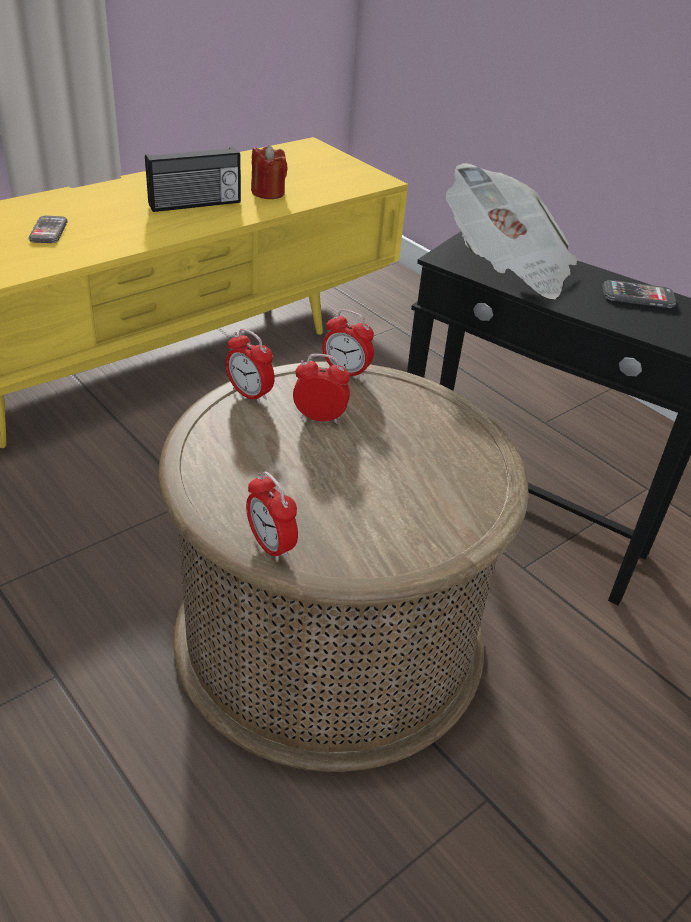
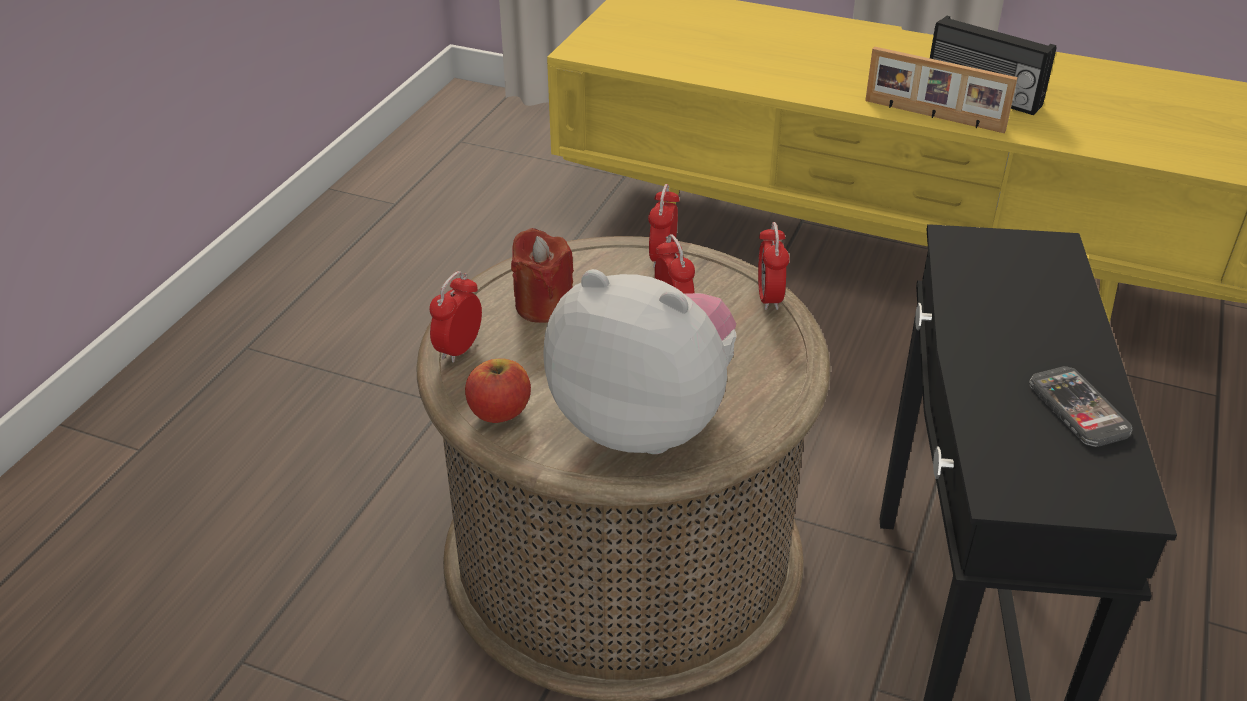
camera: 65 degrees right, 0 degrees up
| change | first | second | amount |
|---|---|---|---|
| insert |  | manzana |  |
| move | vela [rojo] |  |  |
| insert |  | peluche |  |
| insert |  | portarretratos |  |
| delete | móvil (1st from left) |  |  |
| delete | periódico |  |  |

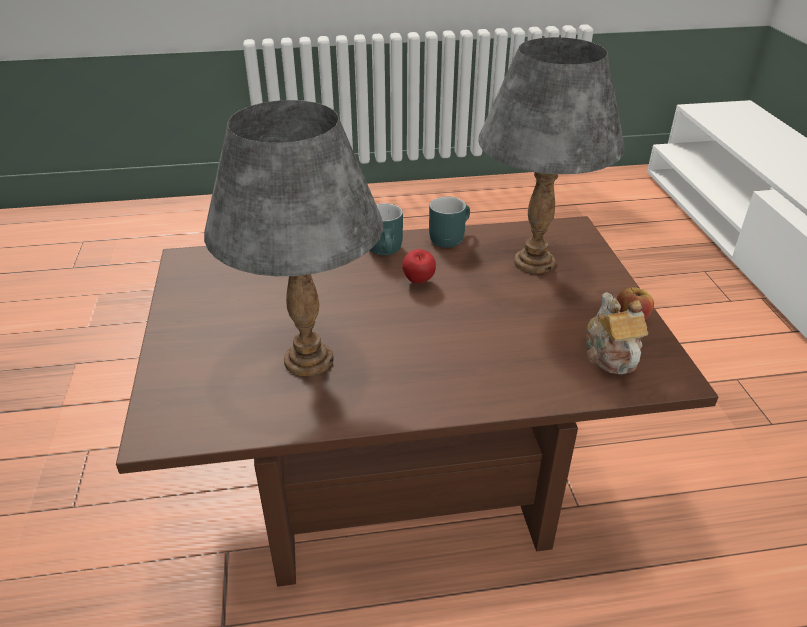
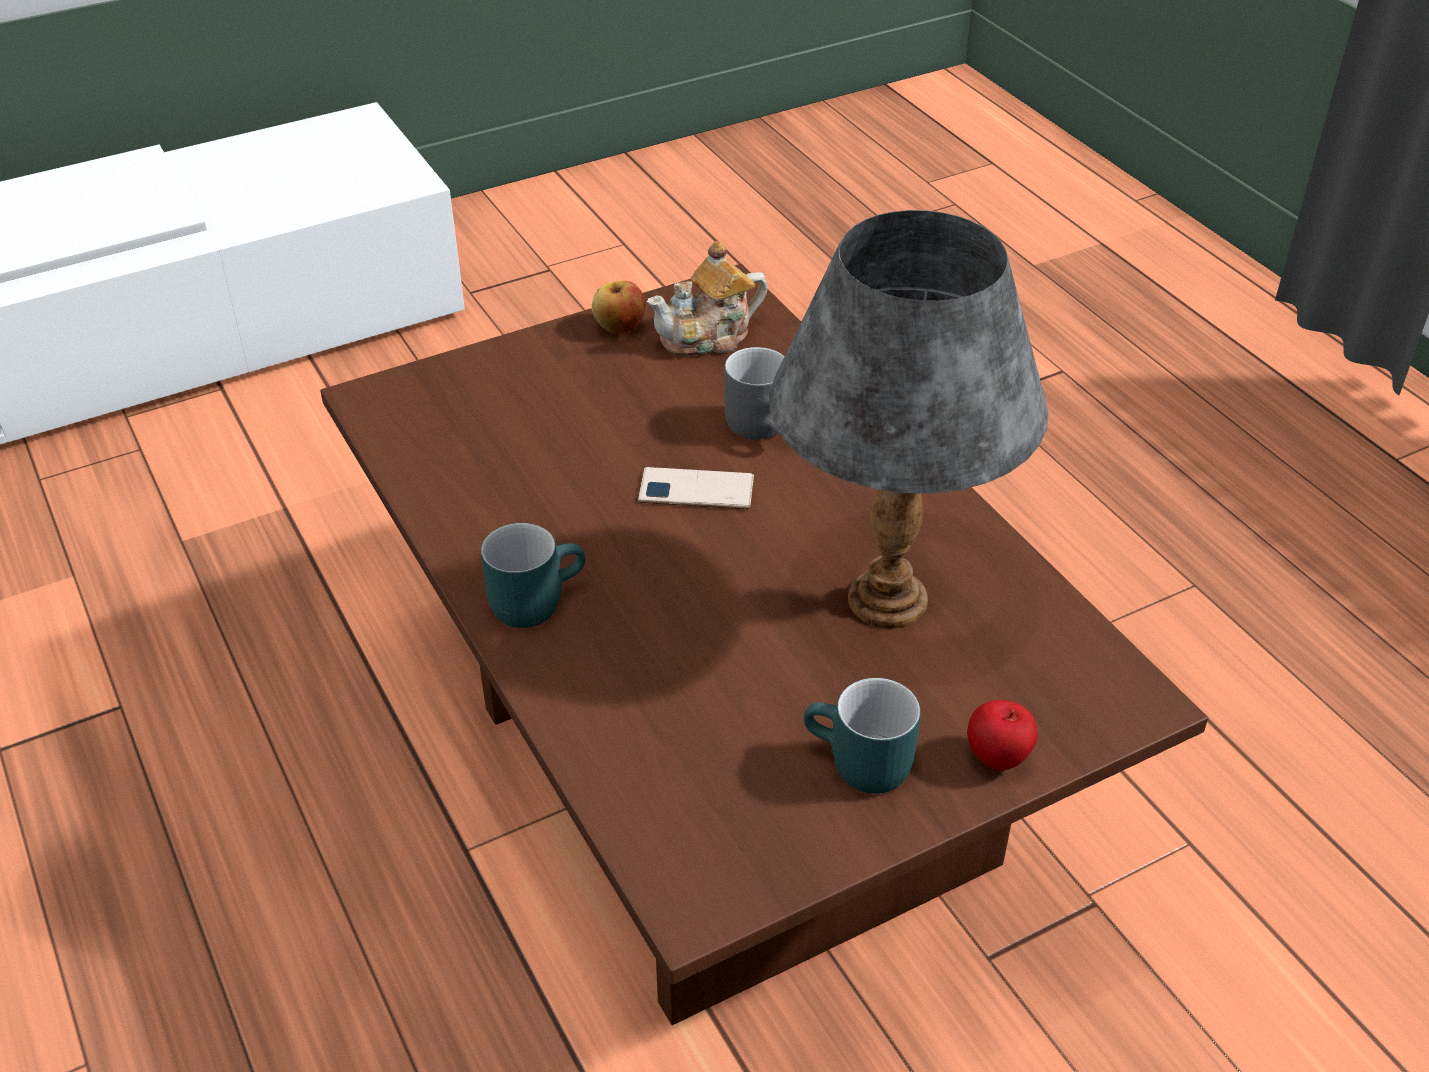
camera: 110 degrees left, 5 degrees up
| change | first | second | amount |
|---|---|---|---|
| insert |  | móvil |  |
| insert |  | taza grande [gris] |  |
| move | taza grande [turquesa] (2nd from left) |  |  |
| move | manzana (1st from left in the first image) | manzana (2nd from left) |  |
| delete | lámpara de mesa [gris] (2nd from left) |  |  |

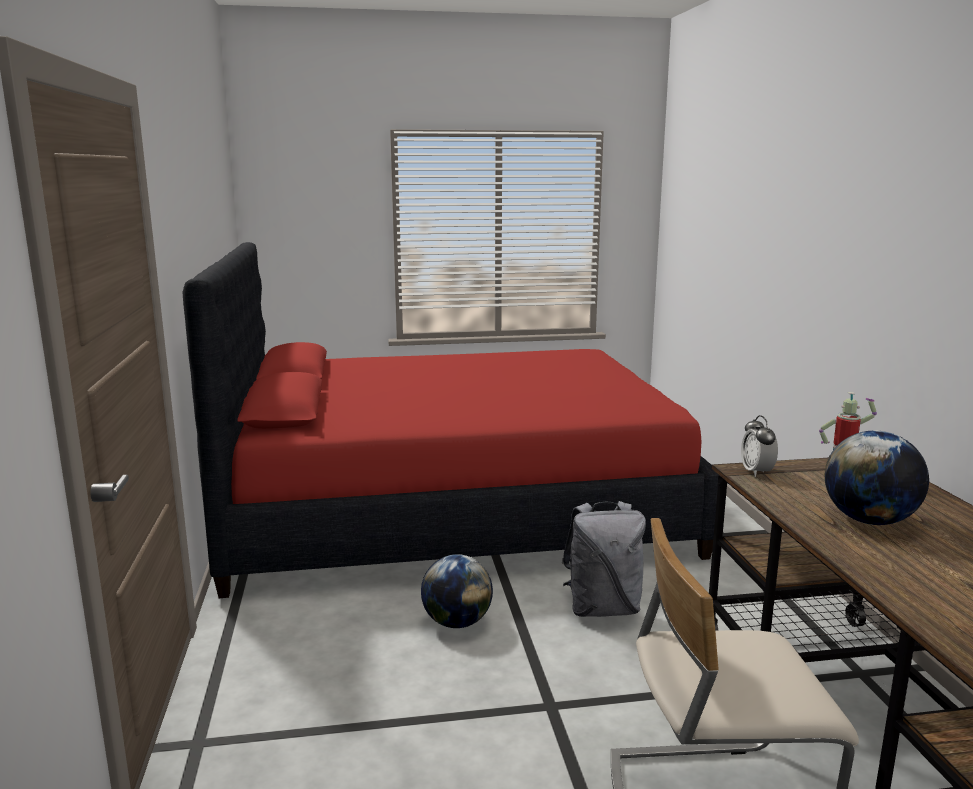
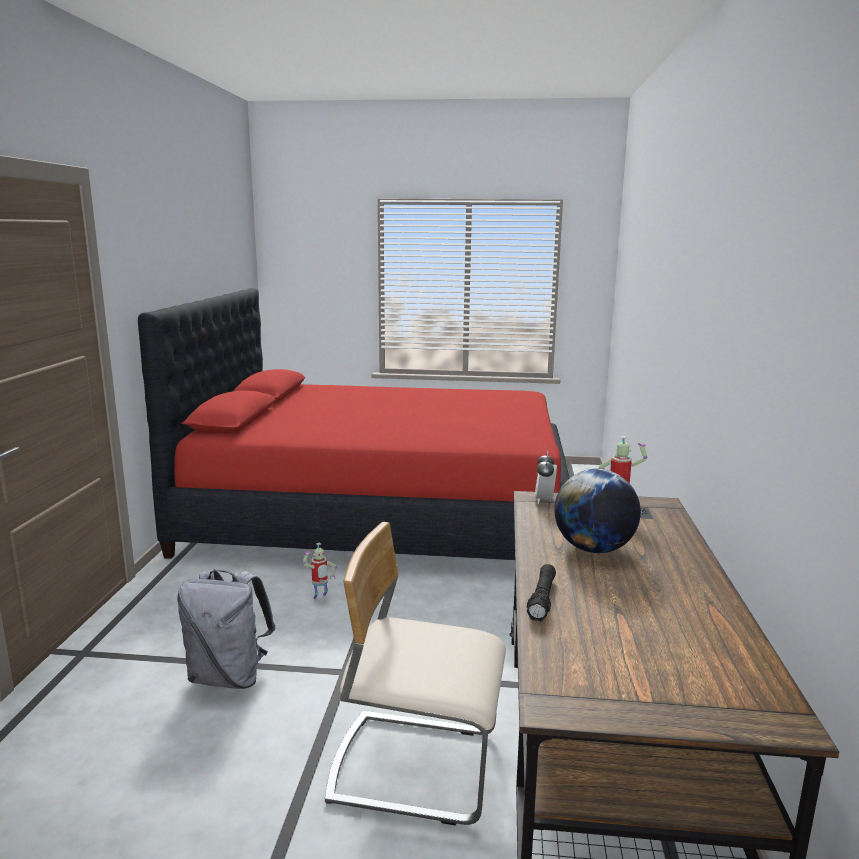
camera: 15 degrees right, 0 degrees up
| change | first | second | amount |
|---|---|---|---|
| move | mochila [gris] |  |  |
| replace | globo terráqueo (1st from left) | robot de juguete (1st from left) |  |
| insert |  | linterna [negro] |  |

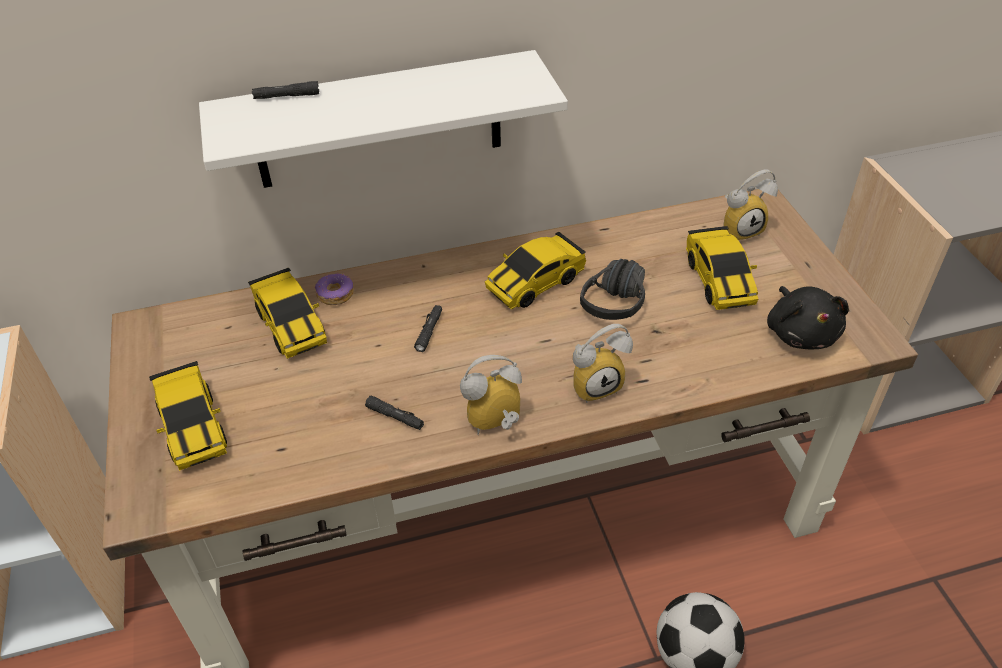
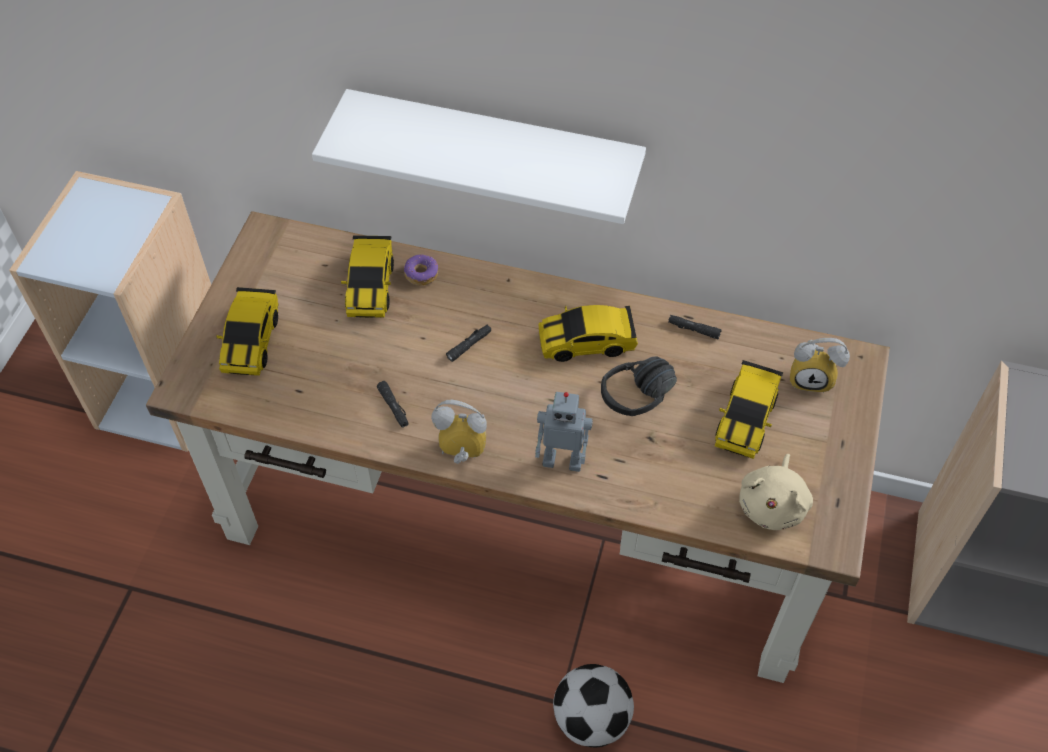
camera: 30 degrees right, 10 degrees up
| change | first | second | amount |
|---|---|---|---|
| replace | despertador (2nd from left) | robot de juguete |  |
| move | linterna [negro] (1st from left in the first image) | linterna [negro] (3rd from left) |  |
| recolor | peluche [negro] | peluche [beis] |  |

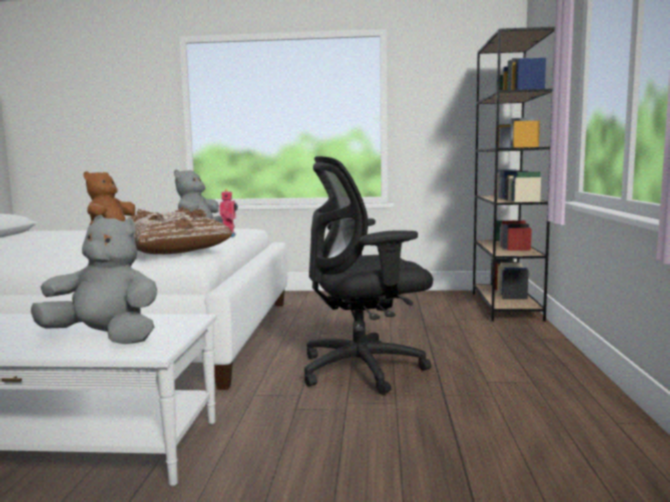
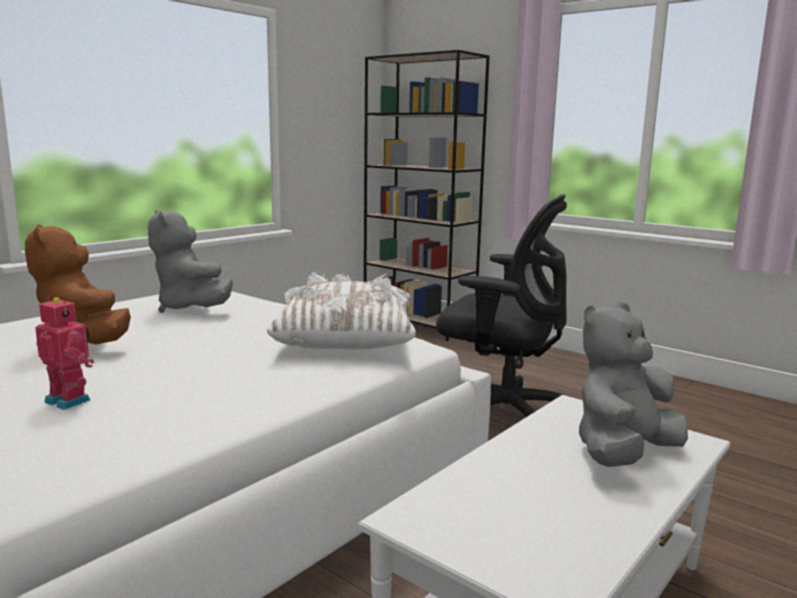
camera: 55 degrees left, 5 degrees up
| change | first | second | amount |
|---|---|---|---|
| move | robot de juguete |  |  |
| recolor | cojín [marrón] | cojín [blanco] |  |
| rotate | silla de oficina [negro] |  | 90 degrees counterclockwise |

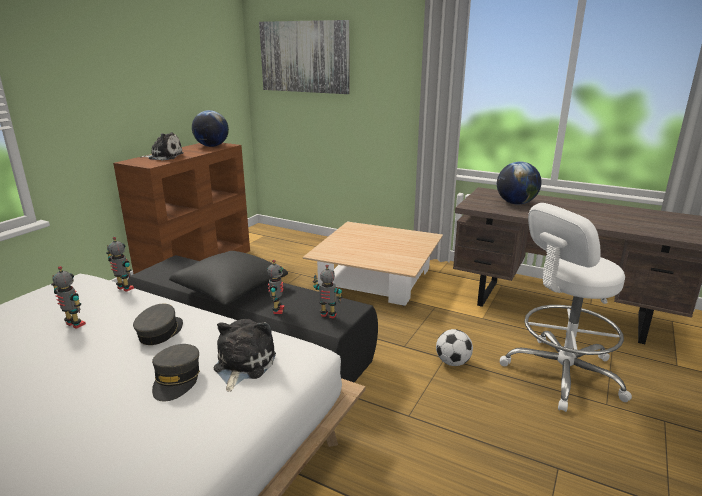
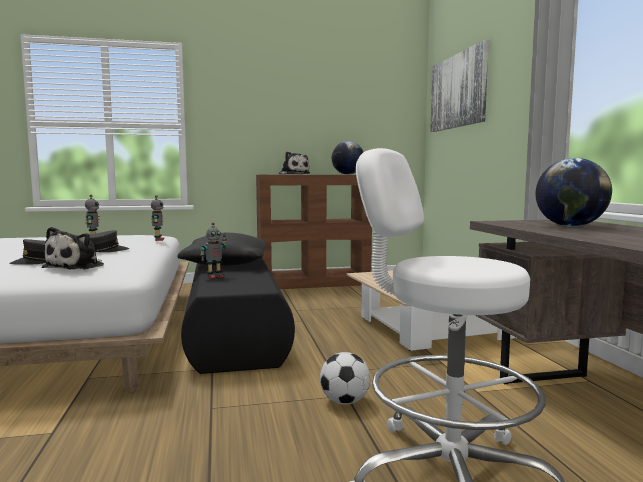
camera: 50 degrees right, 15 degrees down
| change | first | second | amount |
|---|---|---|---|
| rotate | peluche (2nd from left in the first image) | peluche (1st from left) | 135 degrees clockwise |
| delete | robot de juguete (4th from left) |  |  |

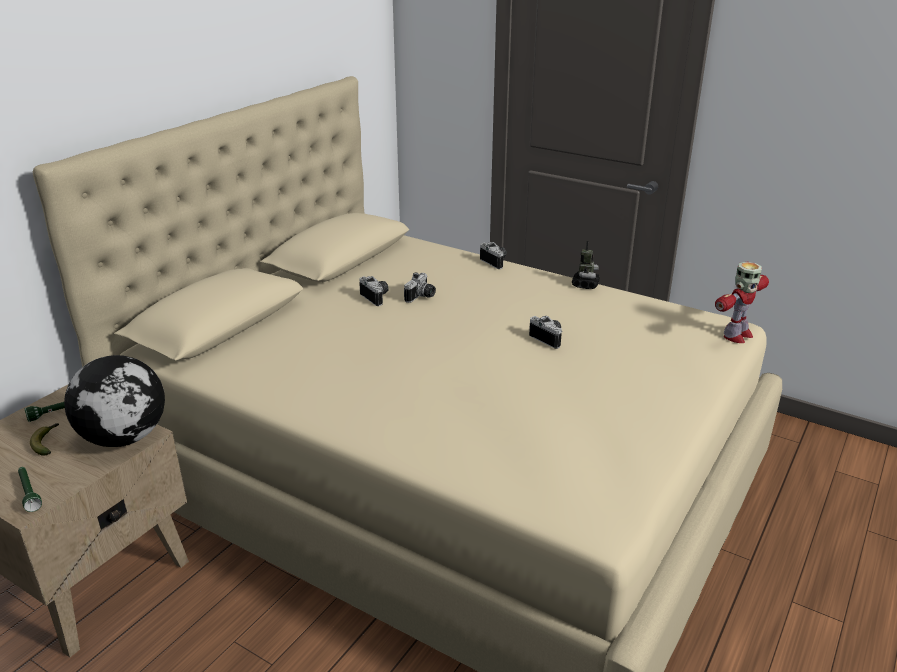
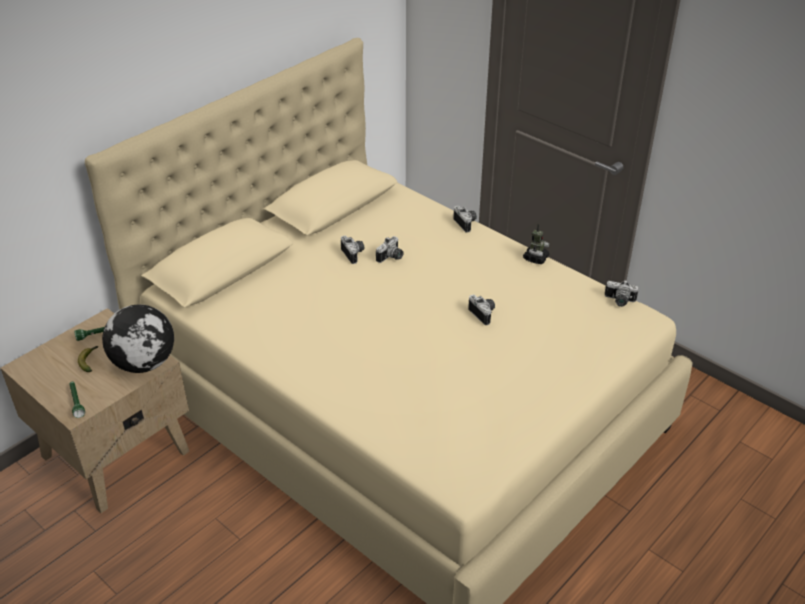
camera: 10 degrees right, 10 degrees up
| change | first | second | amount |
|---|---|---|---|
| insert |  | cámara (5th from left) |  |
| delete | robot de juguete (2nd from left) |  |  |

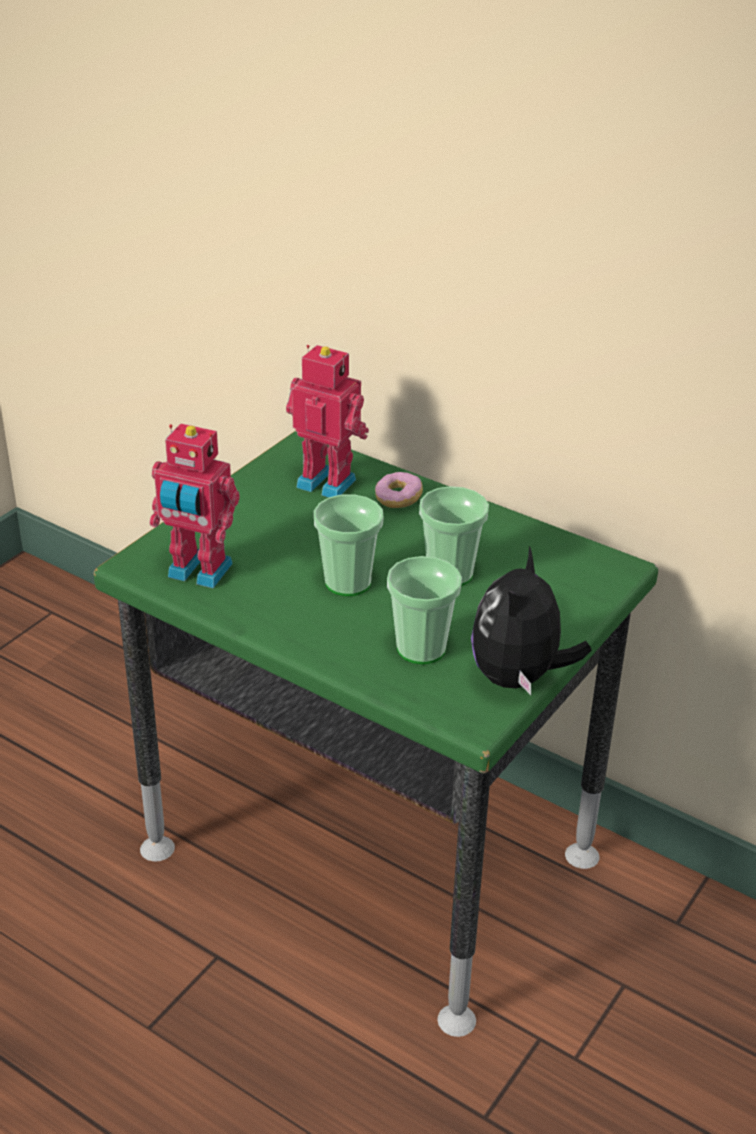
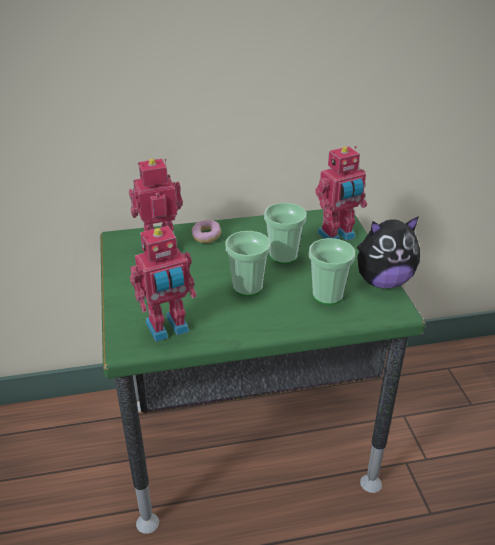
camera: 45 degrees left, 0 degrees up
| change | first | second | amount |
|---|---|---|---|
| insert |  | robot de juguete (3rd from left) |  |
| rotate | peluche |  | 75 degrees counterclockwise |

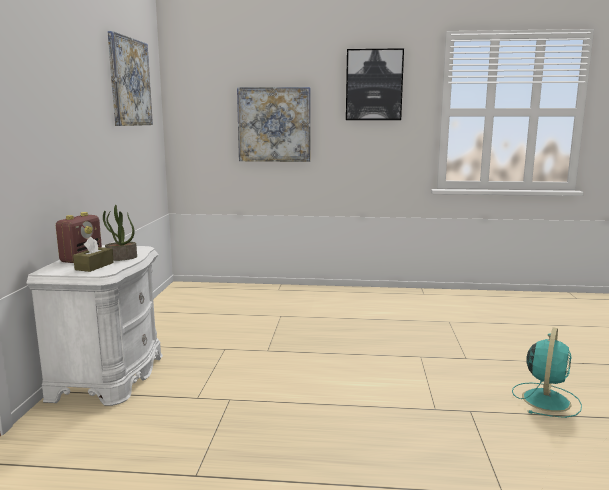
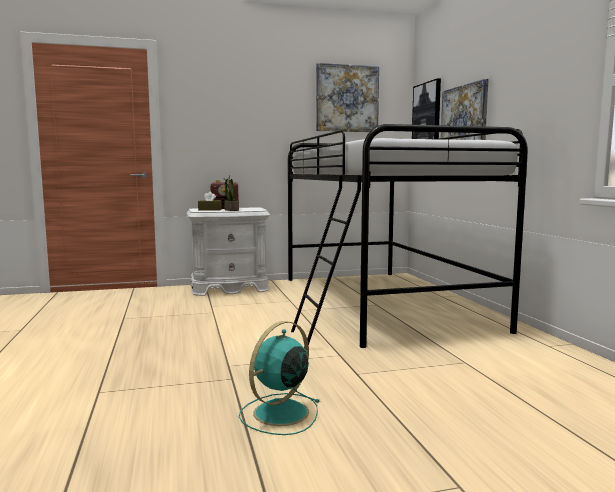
camera: 70 degrees right, 5 degrees down
| change | first | second | amount |
|---|---|---|---|
| rotate | ventilador [turquesa] |  | 120 degrees clockwise |
| insert |  | cama [negro] |  |
| move | cuadro (3rd from left in the first image) | cuadro (2nd from left) |  |

